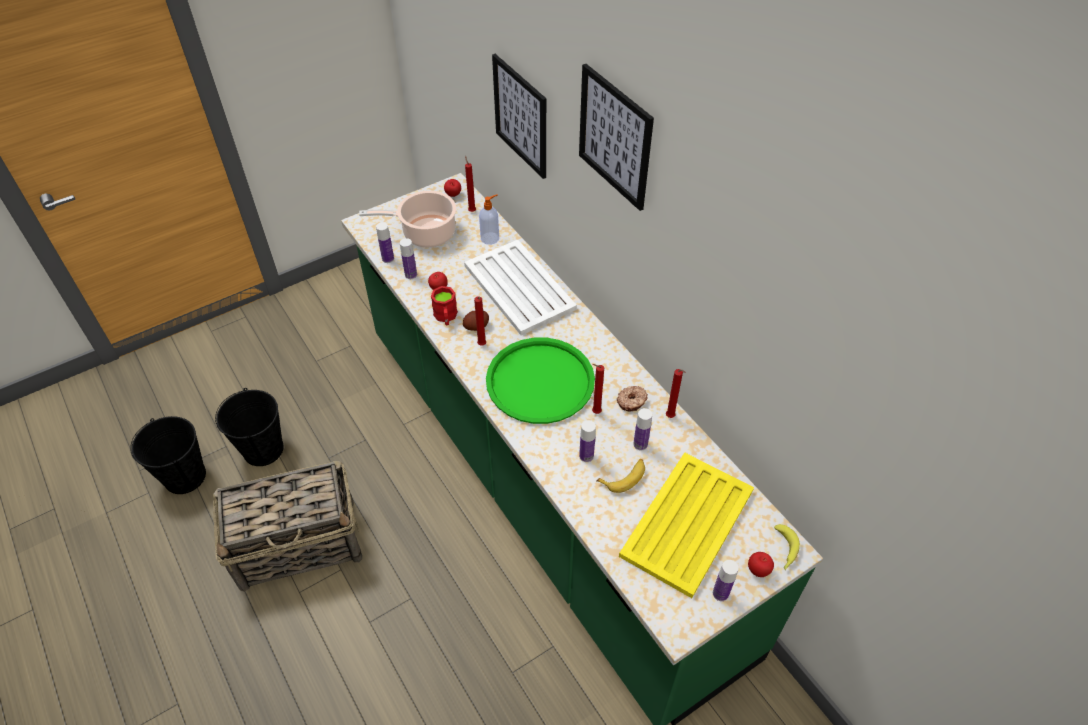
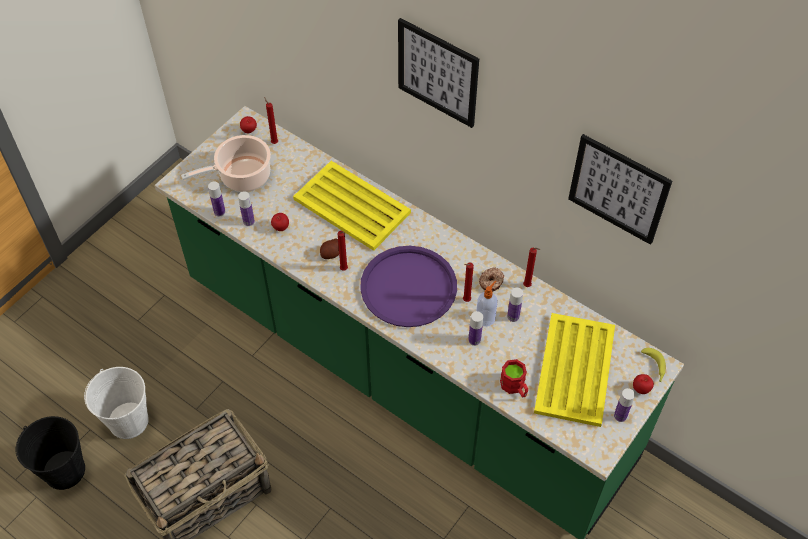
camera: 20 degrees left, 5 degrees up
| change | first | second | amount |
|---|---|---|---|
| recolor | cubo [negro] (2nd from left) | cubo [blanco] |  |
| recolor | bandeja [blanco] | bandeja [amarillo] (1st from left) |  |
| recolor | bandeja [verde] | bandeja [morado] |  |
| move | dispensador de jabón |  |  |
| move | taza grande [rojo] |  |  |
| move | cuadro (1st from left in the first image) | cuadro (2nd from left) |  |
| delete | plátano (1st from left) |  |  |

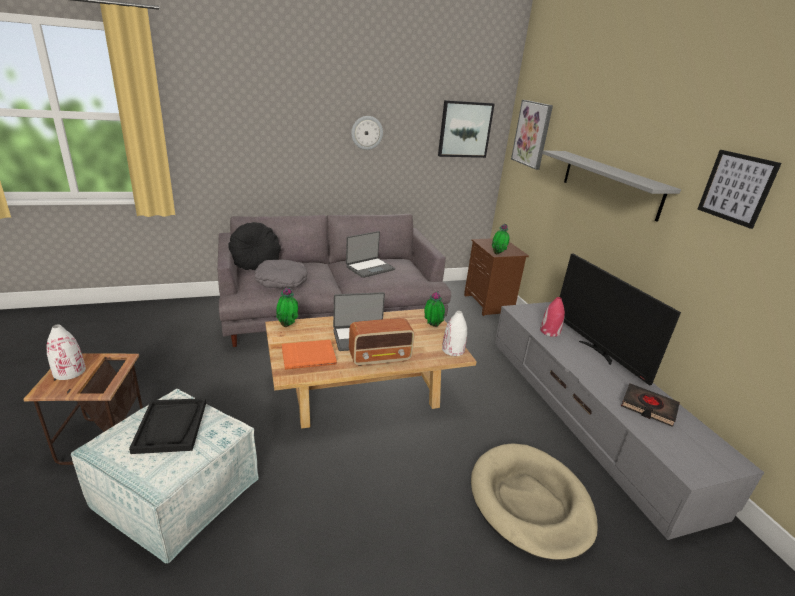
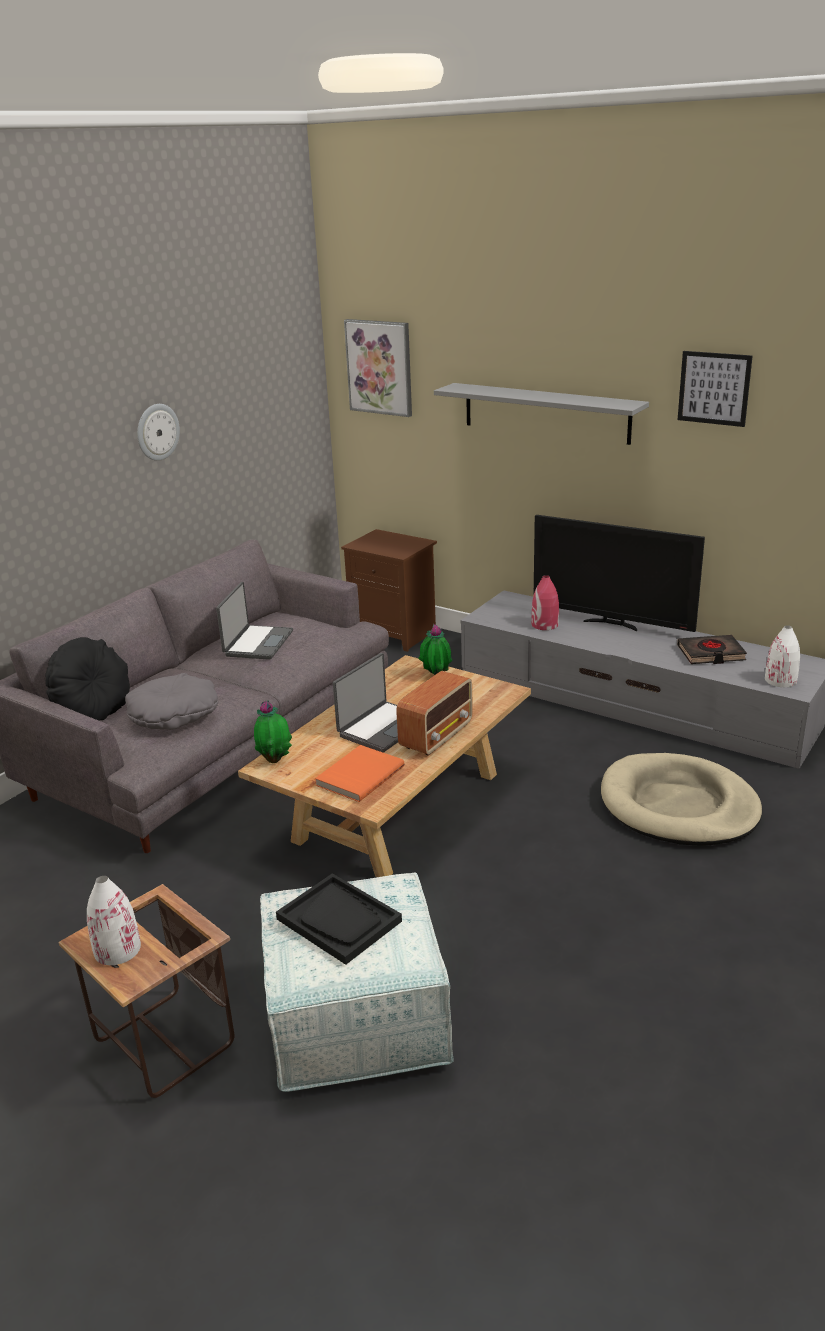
camera: 35 degrees left, 0 degrees up
| change | first | second | amount |
|---|---|---|---|
| move | florero [blanco] (2nd from left) |  |  |
| delete | cuadro (1st from left) |  |  |
| delete | planta en maceta (3rd from left) |  |  |

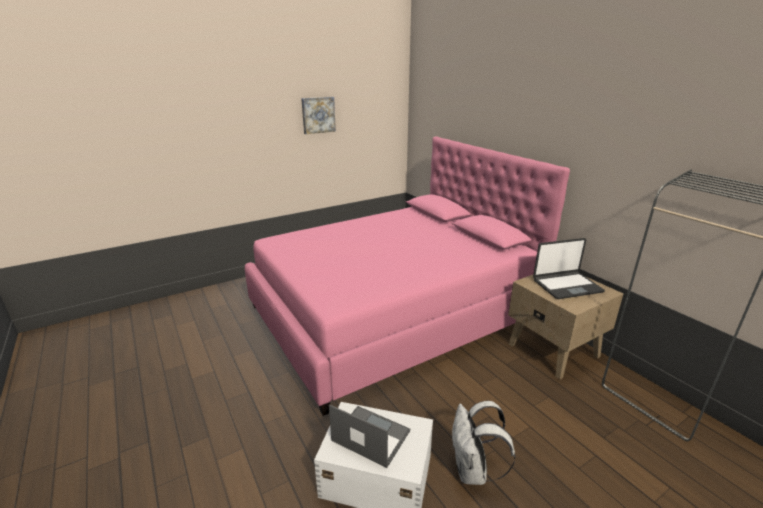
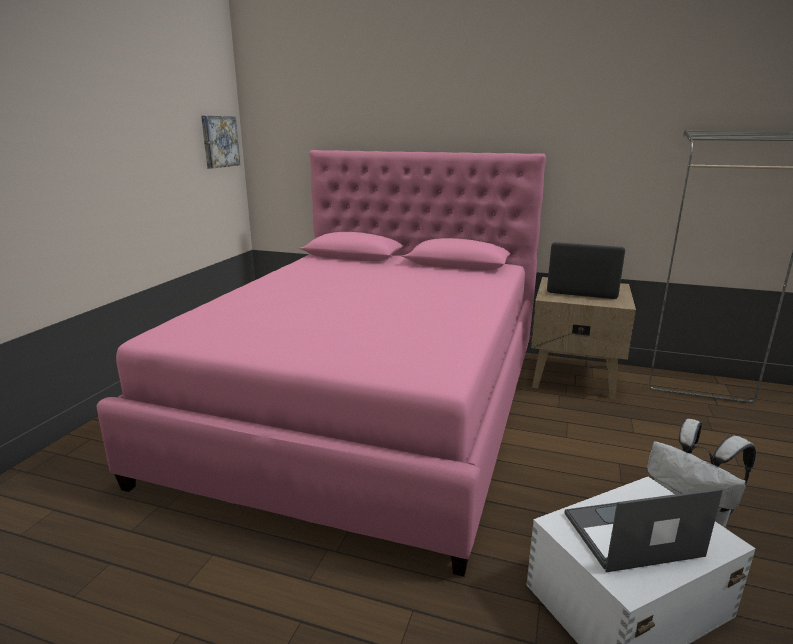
camera: 40 degrees left, 5 degrees down
| change | first | second | amount |
|---|---|---|---|
| move | cuadro |  |  |
| rotate | portátil (2nd from left in the first image) | portátil (1st from left) | 105 degrees counterclockwise |

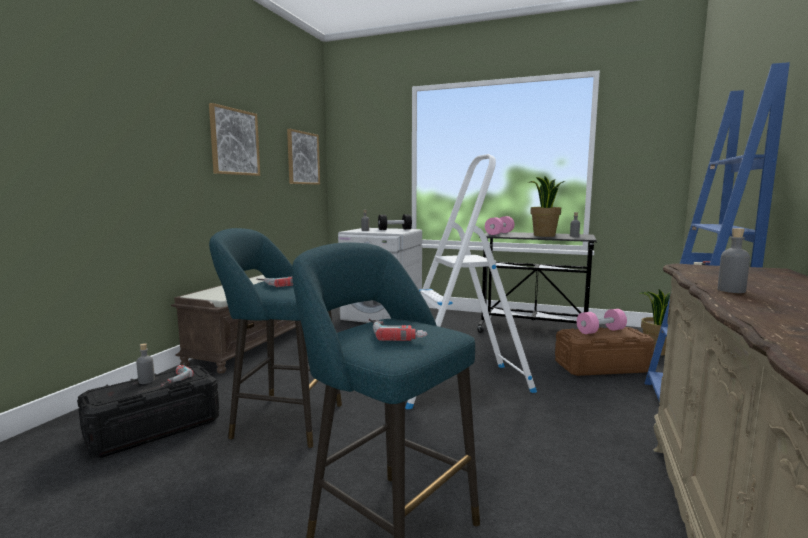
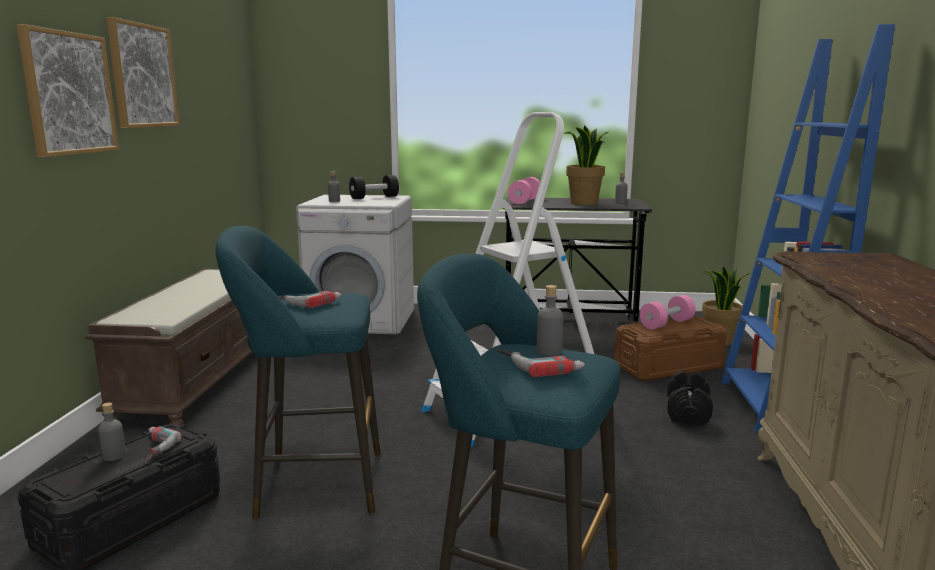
camera: 15 degrees left, 5 degrees up
| change | first | second | amount |
|---|---|---|---|
| move | cuadro (2nd from left in the first image) | cuadro (1st from left) |  |
| move | botella [gris] (4th from left in the first image) | botella [gris] (3rd from left) |  |
| insert |  | mancuerna [negro] (2nd from left) |  |

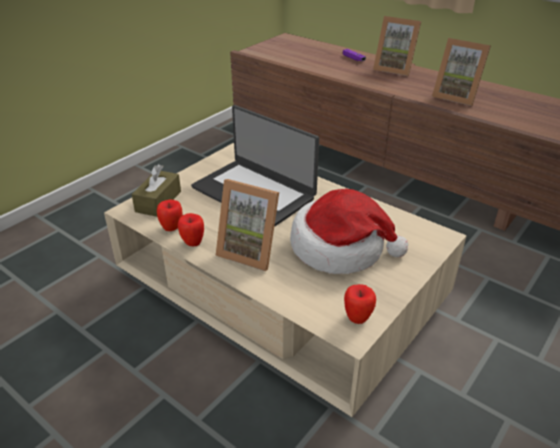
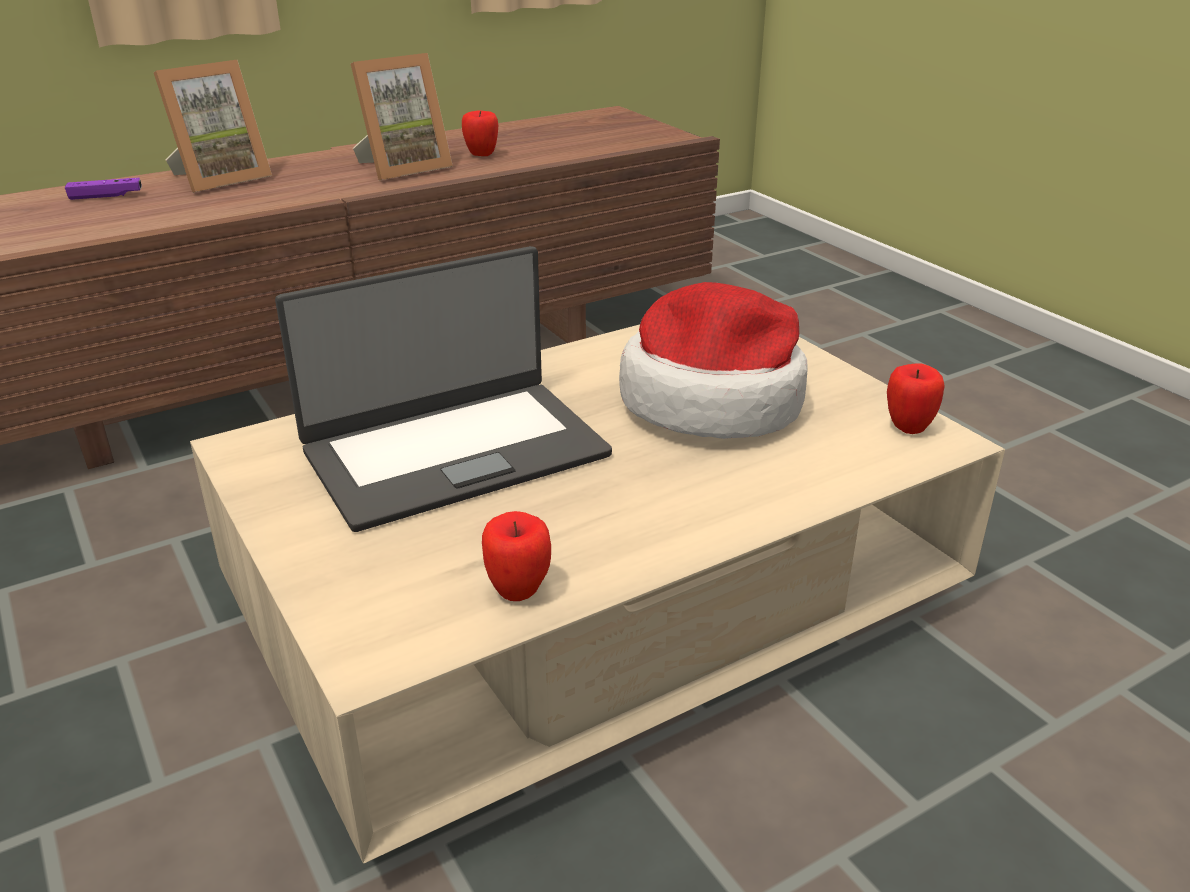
camera: 70 degrees left, 5 degrees down
| change | first | second | amount |
|---|---|---|---|
| move | manzana (2nd from left in the first image) | manzana (1st from left) |  |
| delete | caja de pañuelos [marrón] |  |  |
| delete | portarretratos (1st from left) |  |  |

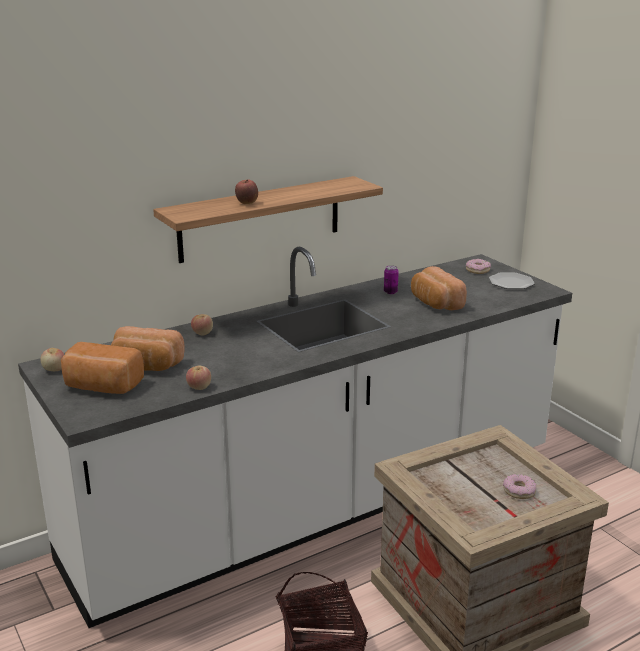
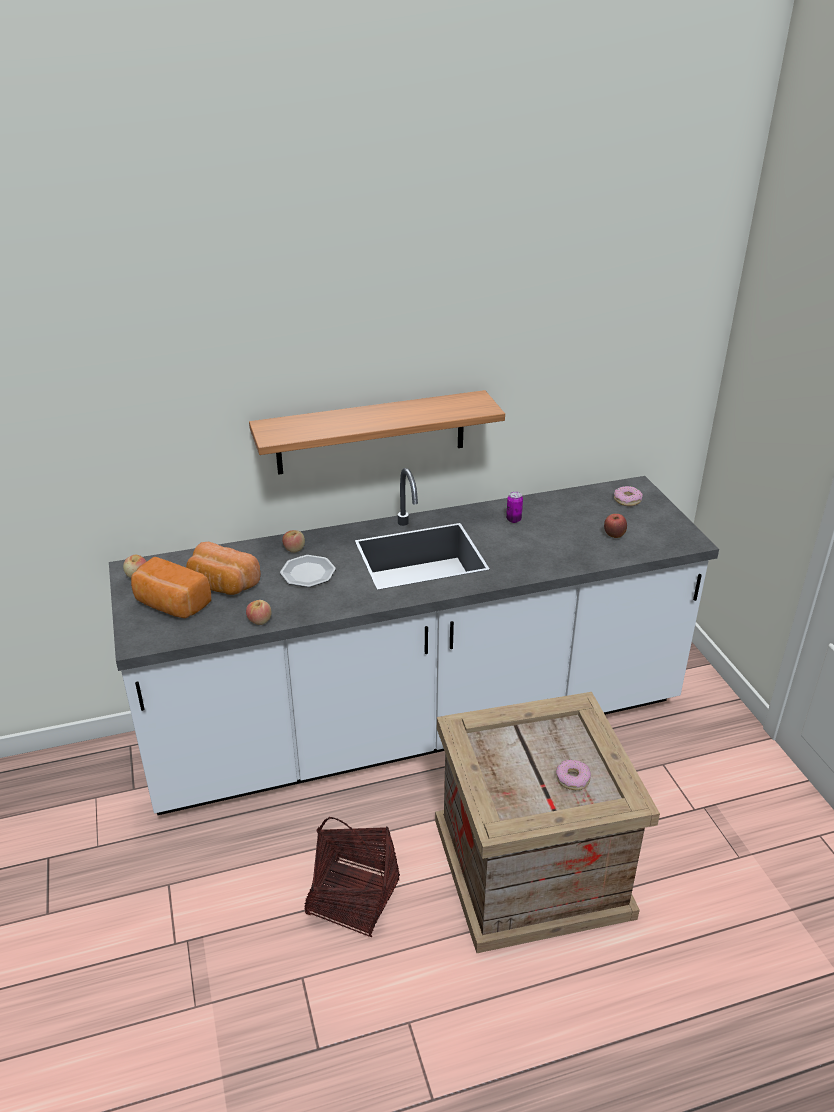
camera: 15 degrees right, 10 degrees up
| change | first | second | amount |
|---|---|---|---|
| move | plato |  |  |
| move | manzana (4th from left) |  |  |
| delete | pan (3rd from left) |  |  |

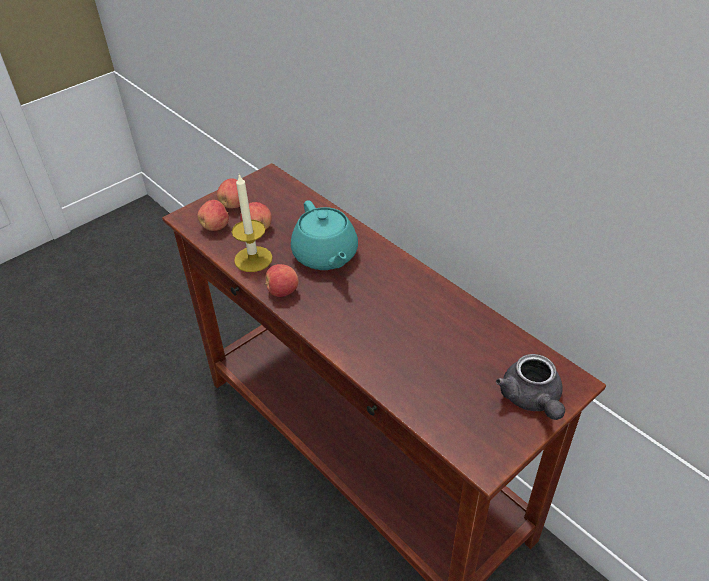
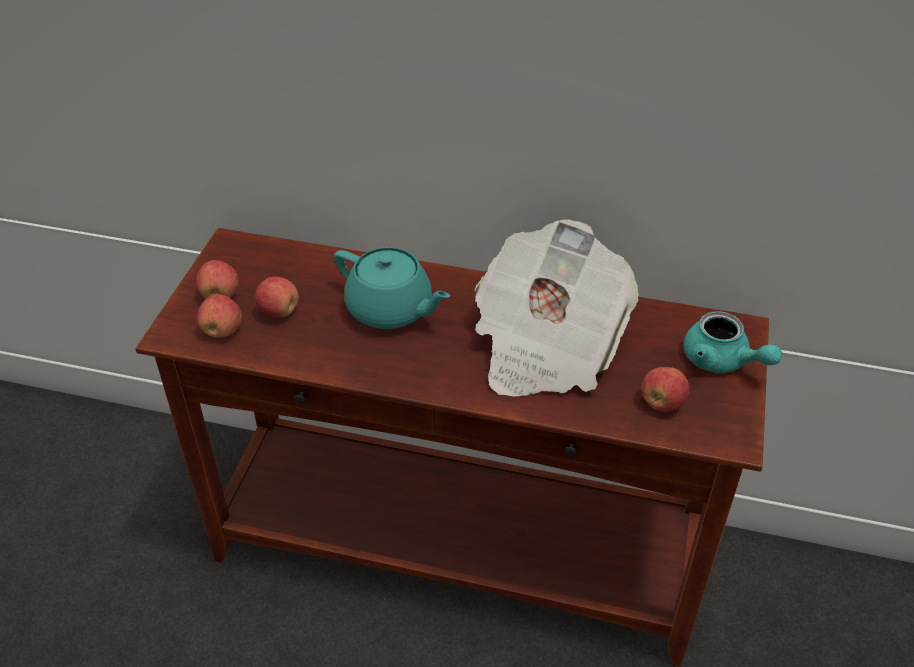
camera: 35 degrees left, 0 degrees up
| change | first | second | amount |
|---|---|---|---|
| insert |  | periódico |  |
| move | manzana (4th from left) |  |  |
| recolor | tetera [gris] | tetera [turquesa] (2nd from left) |  |
| delete | vela |  |  |

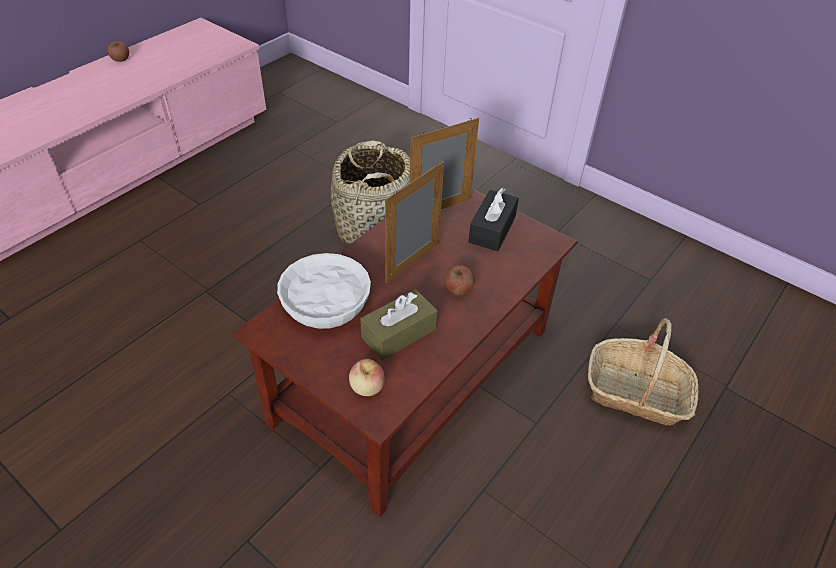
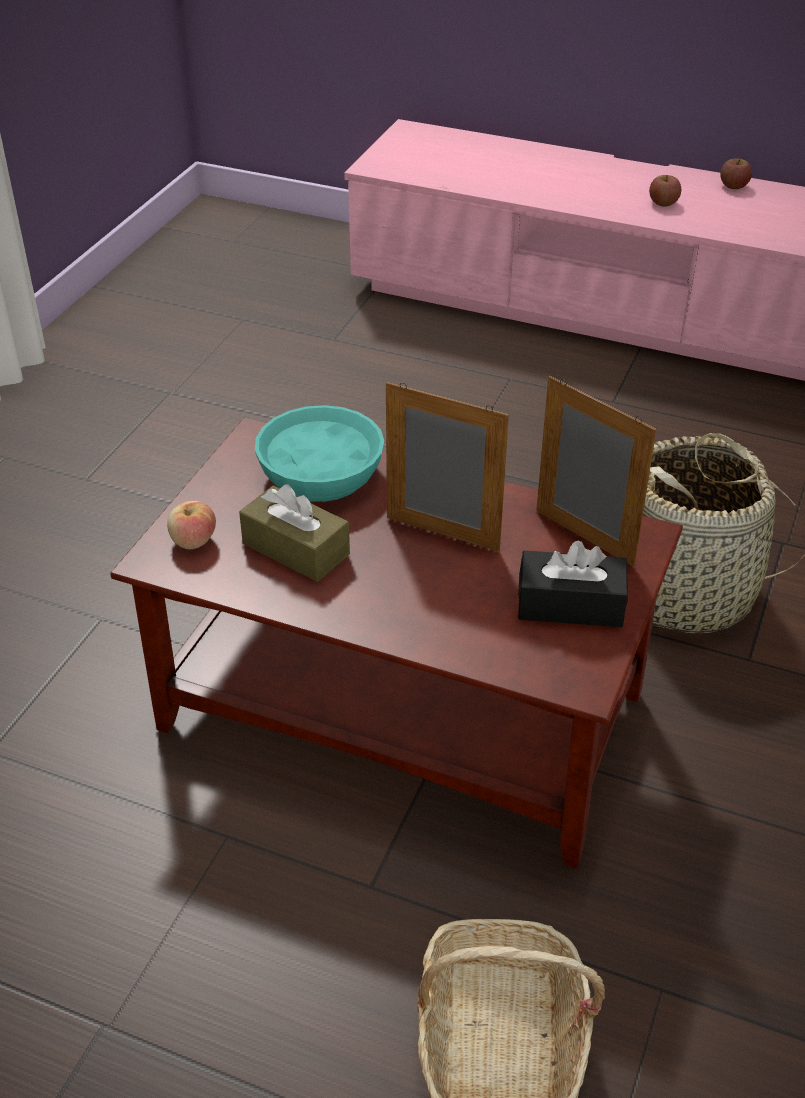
camera: 75 degrees right, 5 degrees down
| change | first | second | amount |
|---|---|---|---|
| recolor | cuenco [blanco] | cuenco [turquesa] |  |
| move | manzana (3rd from left in the first image) | manzana (2nd from left) |  |

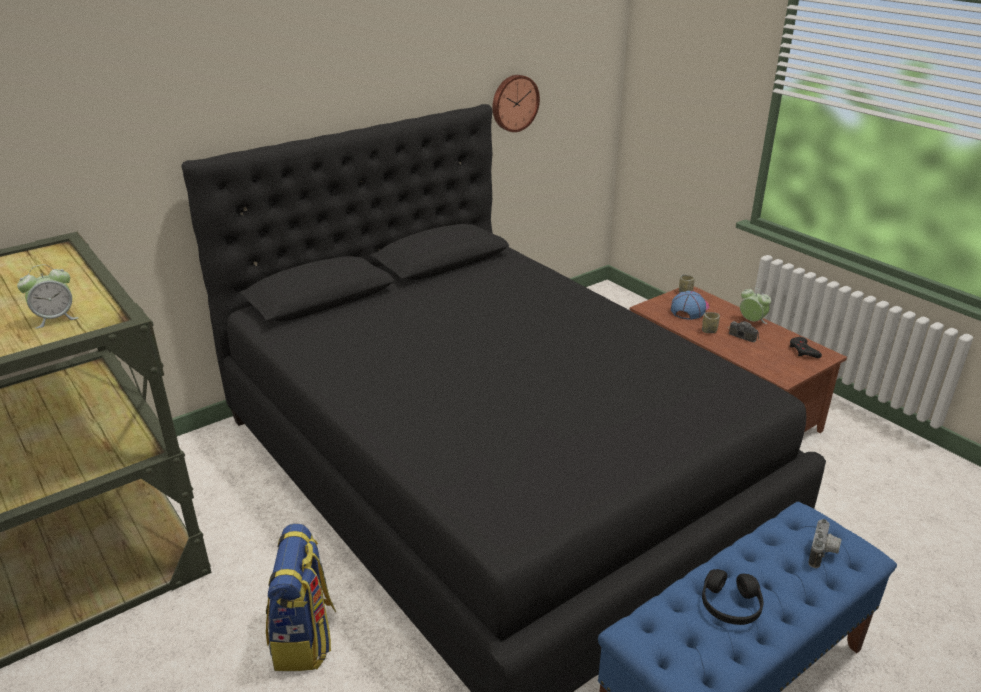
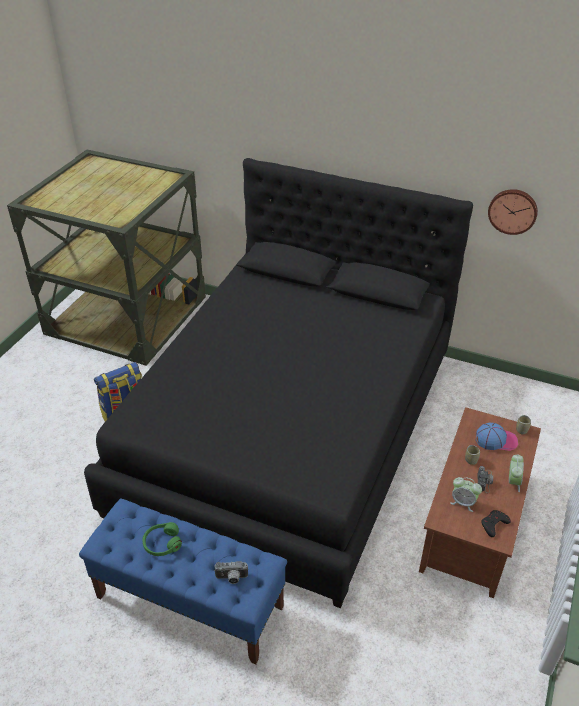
camera: 60 degrees right, 10 degrees up
| change | first | second | amount |
|---|---|---|---|
| recolor | auriculares [negro] | auriculares [verde] |  |
| move | despertador (1st from left) |  |  |

